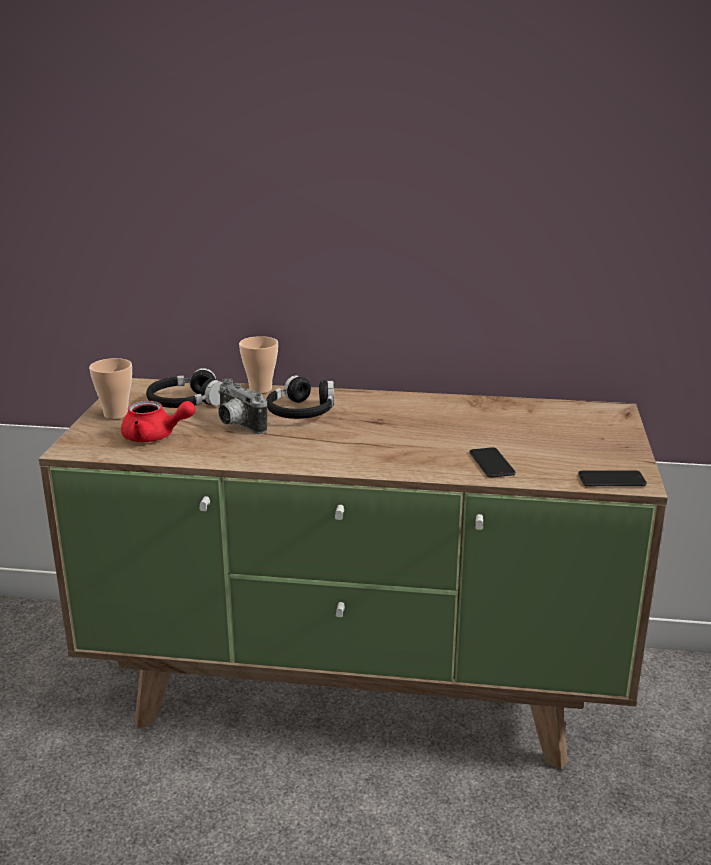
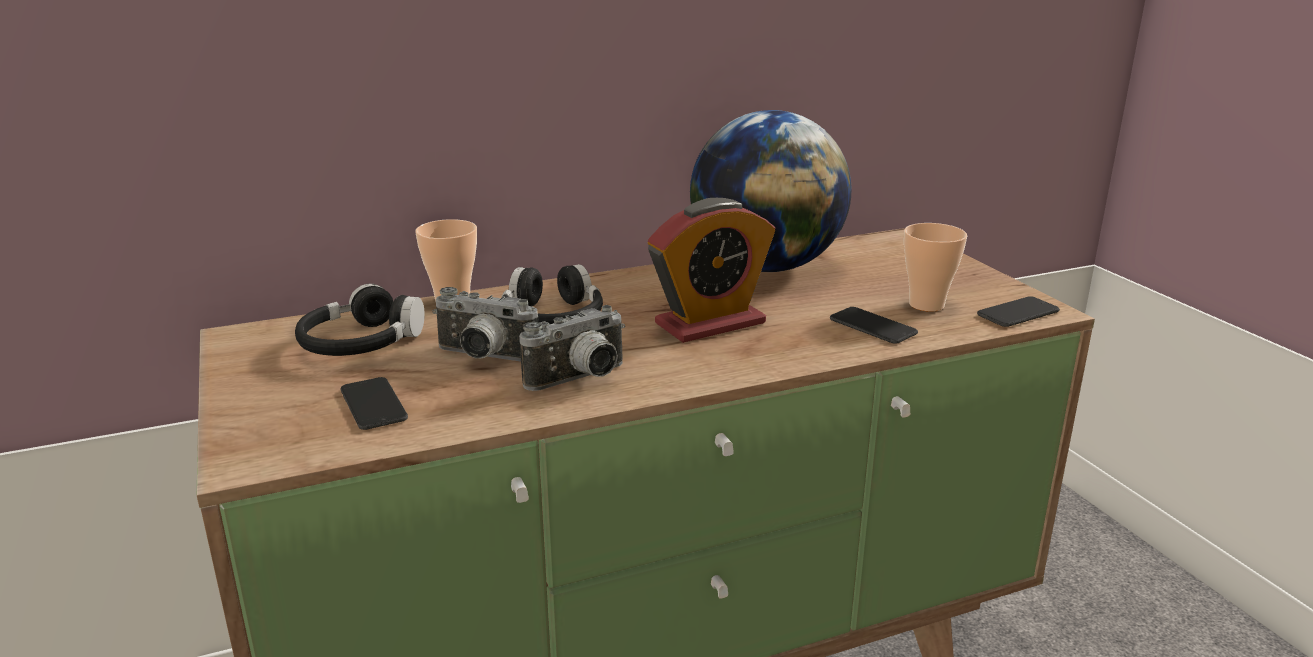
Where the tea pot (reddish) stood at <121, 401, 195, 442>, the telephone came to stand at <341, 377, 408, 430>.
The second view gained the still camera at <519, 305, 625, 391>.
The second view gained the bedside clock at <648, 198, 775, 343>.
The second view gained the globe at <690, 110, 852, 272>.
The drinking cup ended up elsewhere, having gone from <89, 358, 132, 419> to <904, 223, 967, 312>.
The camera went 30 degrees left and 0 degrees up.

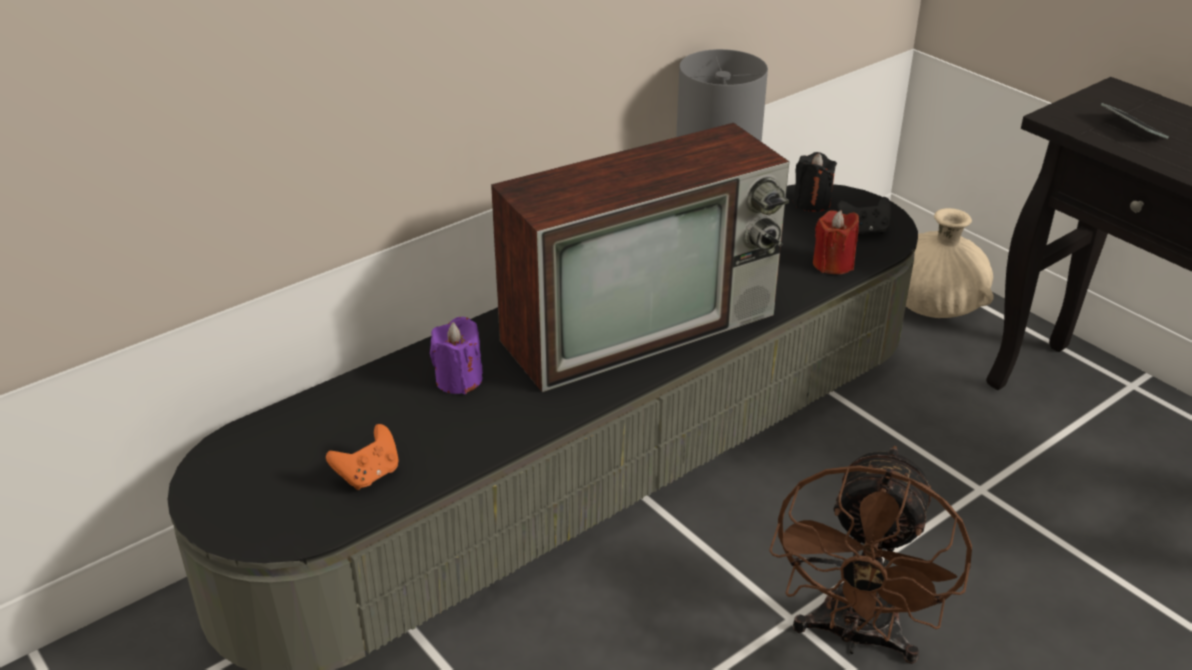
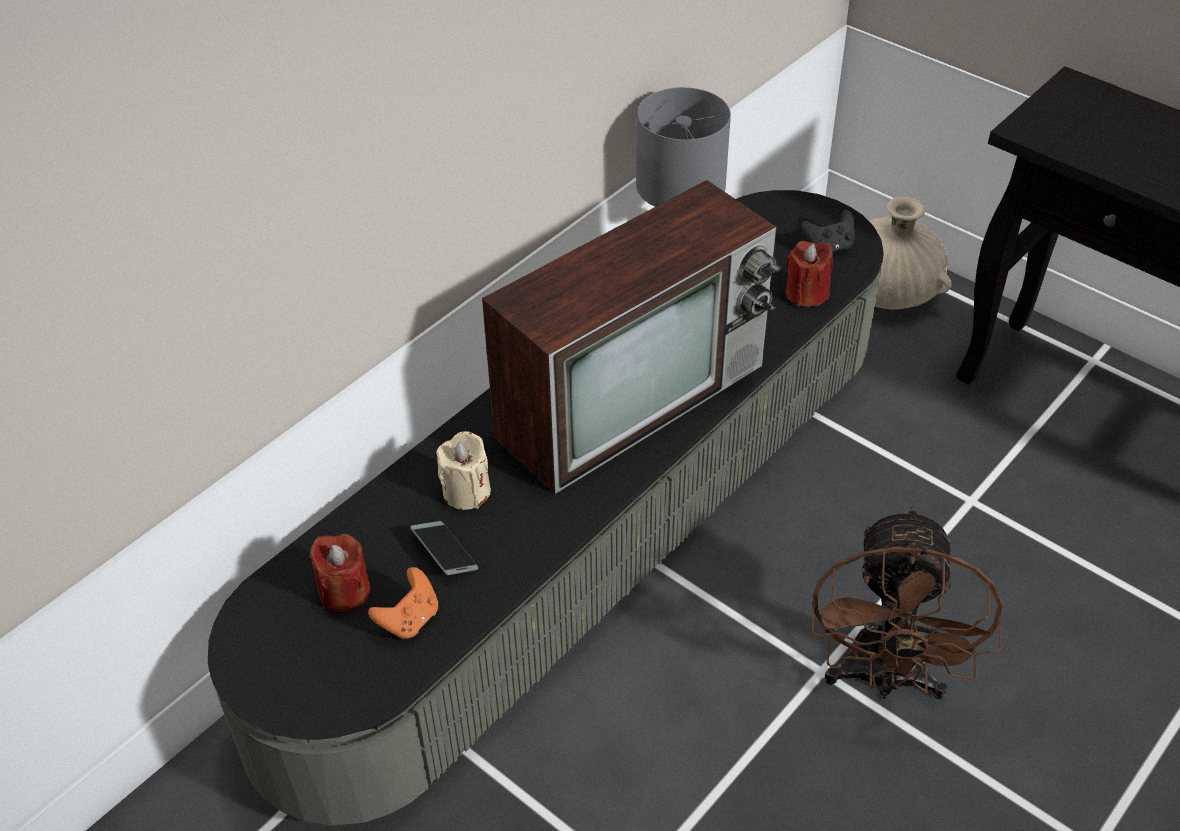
The second view gained the wax light (reddish) at <309, 534, 371, 612>.
The telephone ended up elsewhere, having gone from <1101, 103, 1169, 139> to <410, 521, 478, 575>.
What was the wax light (purple) at <430, 317, 483, 394> turned into the wax light (beige) at <436, 431, 491, 510>.
The second view lost the wax light (black) at <793, 152, 837, 212>.
The camera went 10 degrees left and 10 degrees up.

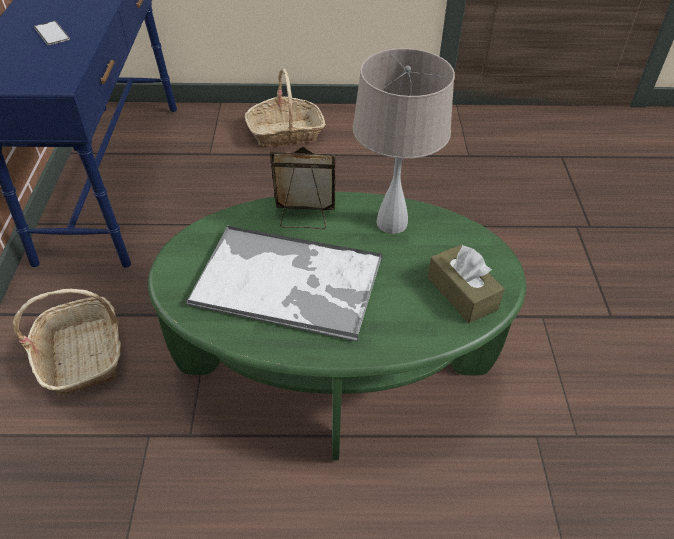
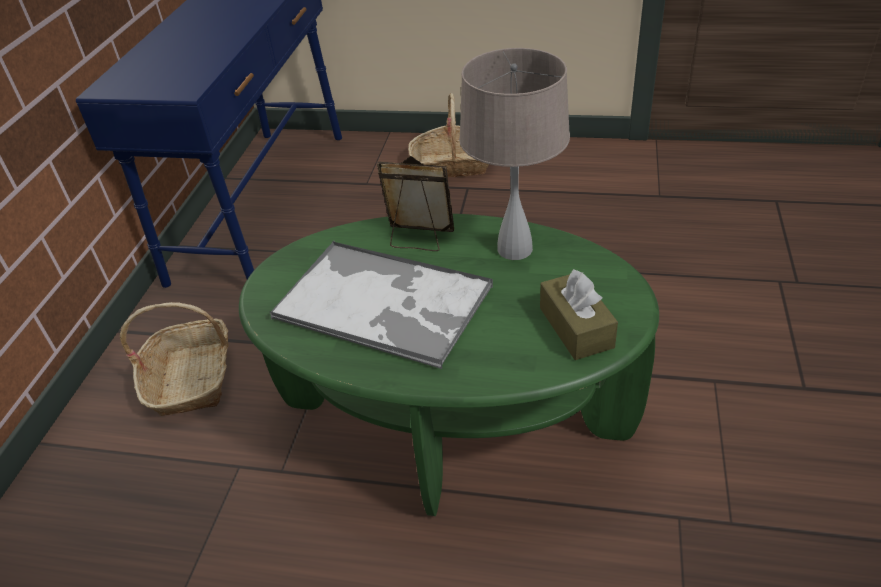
The second view lost the telephone at <34, 21, 70, 45>.
The camera went 15 degrees right and 5 degrees down.

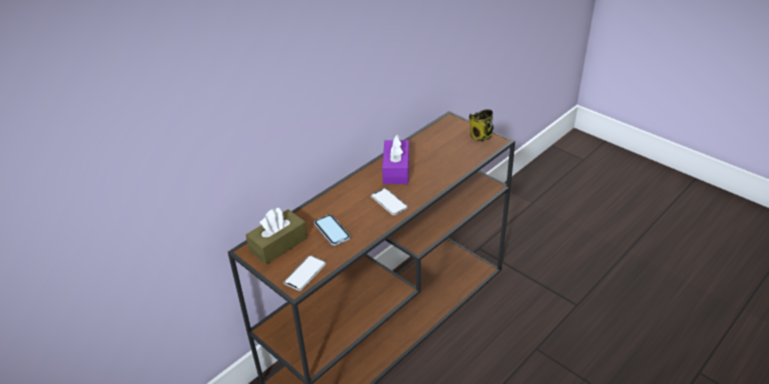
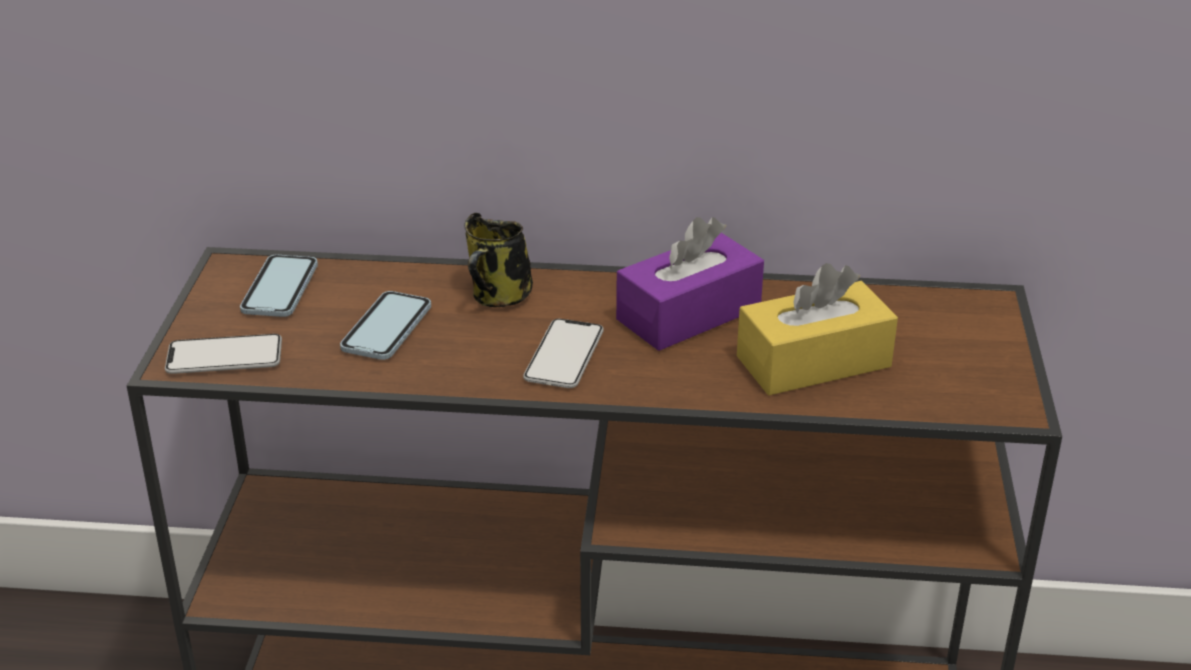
Where the tissue holder (brown) stood at <246, 208, 308, 265>, the telephone came to stand at <240, 255, 318, 317>.
The mug ended up elsewhere, having gone from <469, 109, 494, 141> to <464, 213, 533, 307>.
The second view gained the tissue holder (yellowish) at <737, 263, 898, 395>.
The camera went 50 degrees right and 5 degrees down.

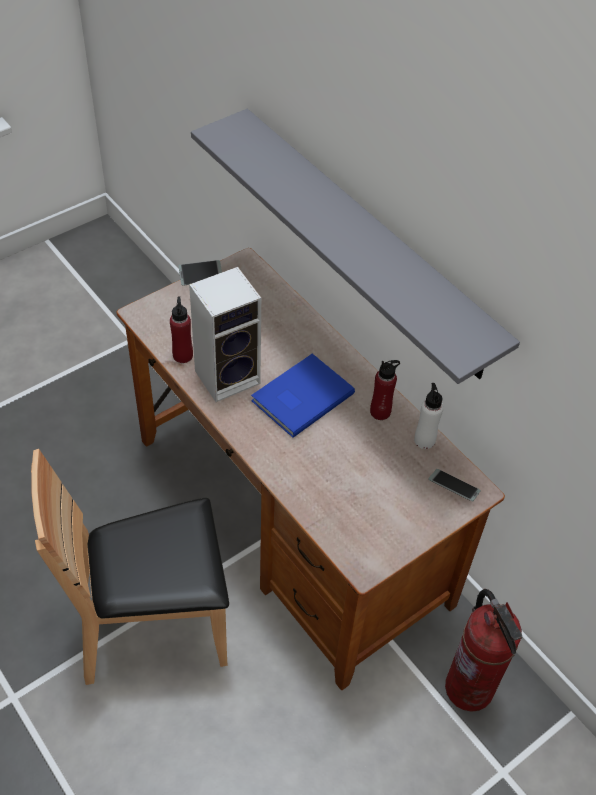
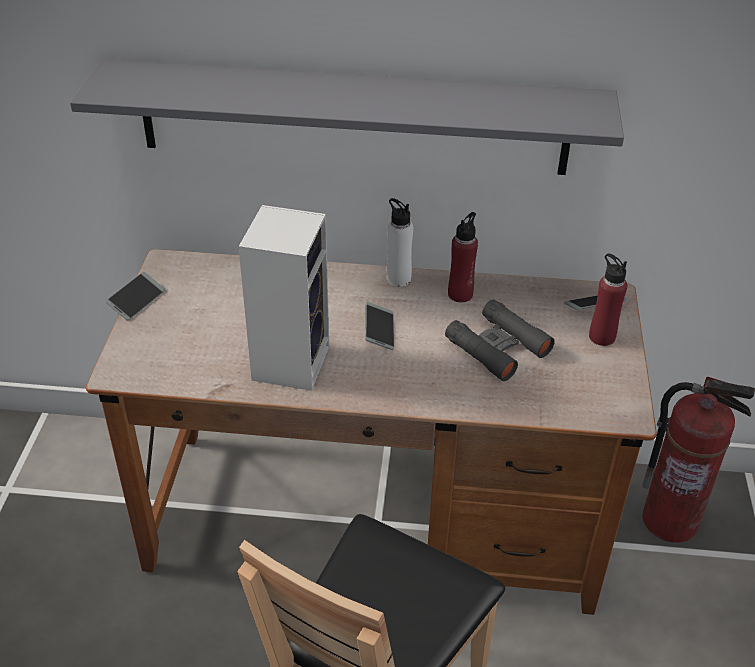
Where the volume (blue) stood at <251, 354, 355, 438>, the telephone came to stand at <365, 302, 394, 350>.
The drink bottle (whitish) ended up elsewhere, having gone from <414, 383, 444, 449> to <386, 198, 413, 287>.
The second view gained the pair of binoculars (black) at <445, 300, 555, 381>.
The drink bottle (reddish) ended up elsewhere, having gone from <170, 297, 193, 363> to <589, 253, 627, 346>.
The camera went 45 degrees left and 10 degrees down.

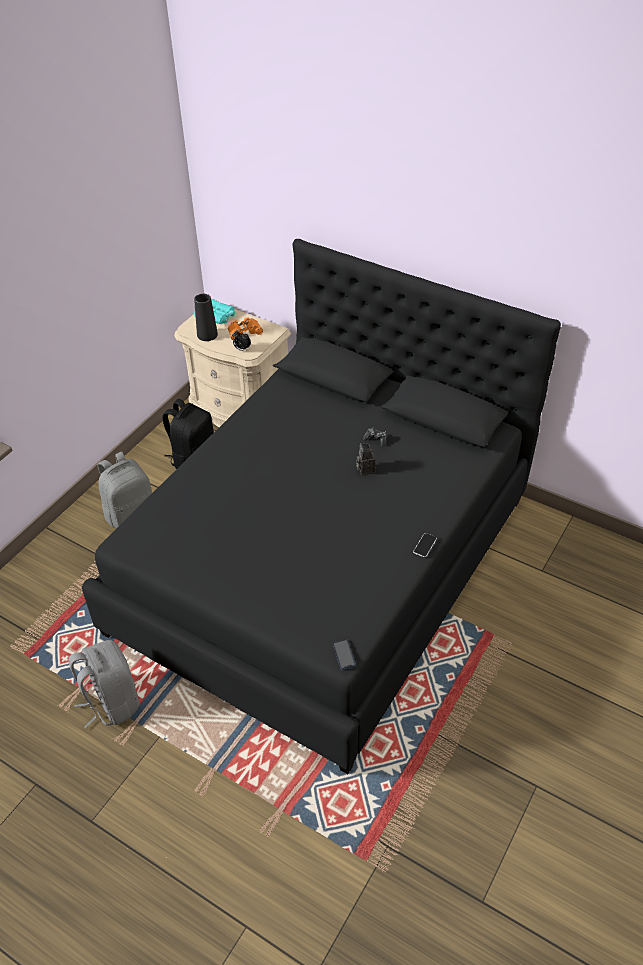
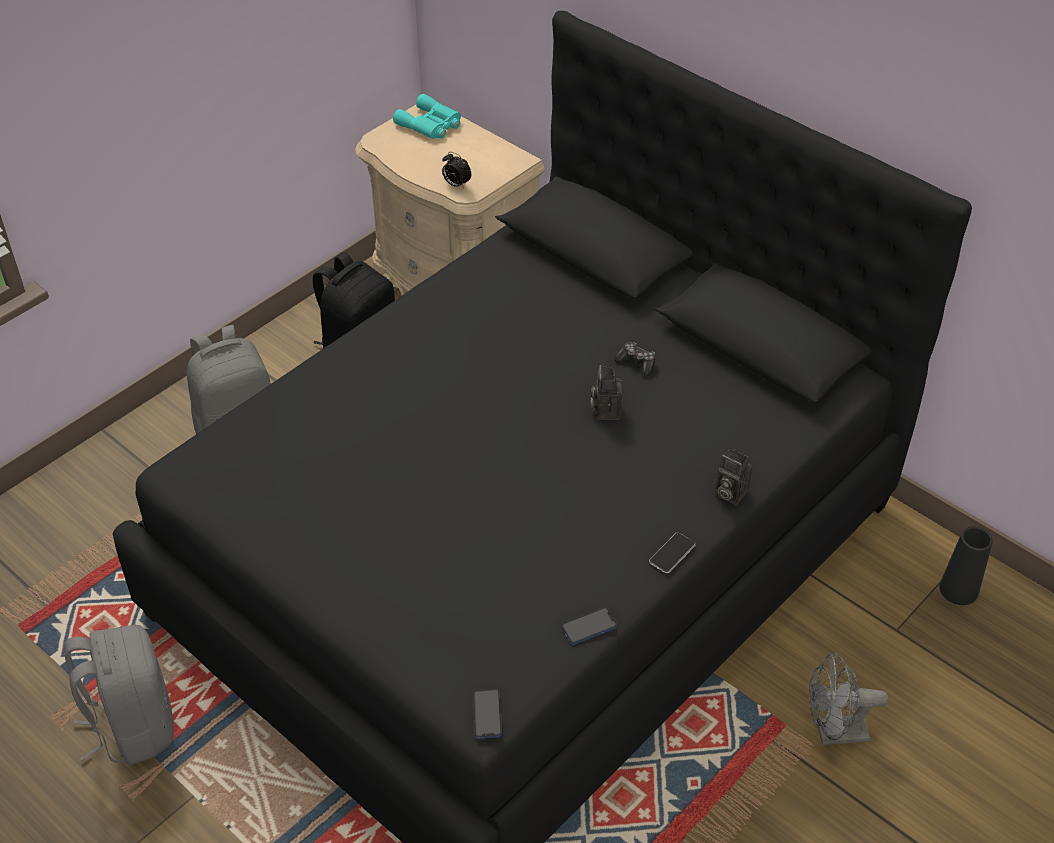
The second view gained the telephone at <561, 607, 617, 645>.
The second view gained the still camera at <715, 448, 752, 505>.
The second view gained the cooling fan (grey) at <809, 653, 888, 745>.
The vase (black) ended up elsewhere, having gone from <194, 294, 218, 341> to <939, 527, 993, 605>.
The second view lost the pair of binoculars (orange) at <228, 317, 263, 340>.
The camera went 10 degrees right and 0 degrees up.

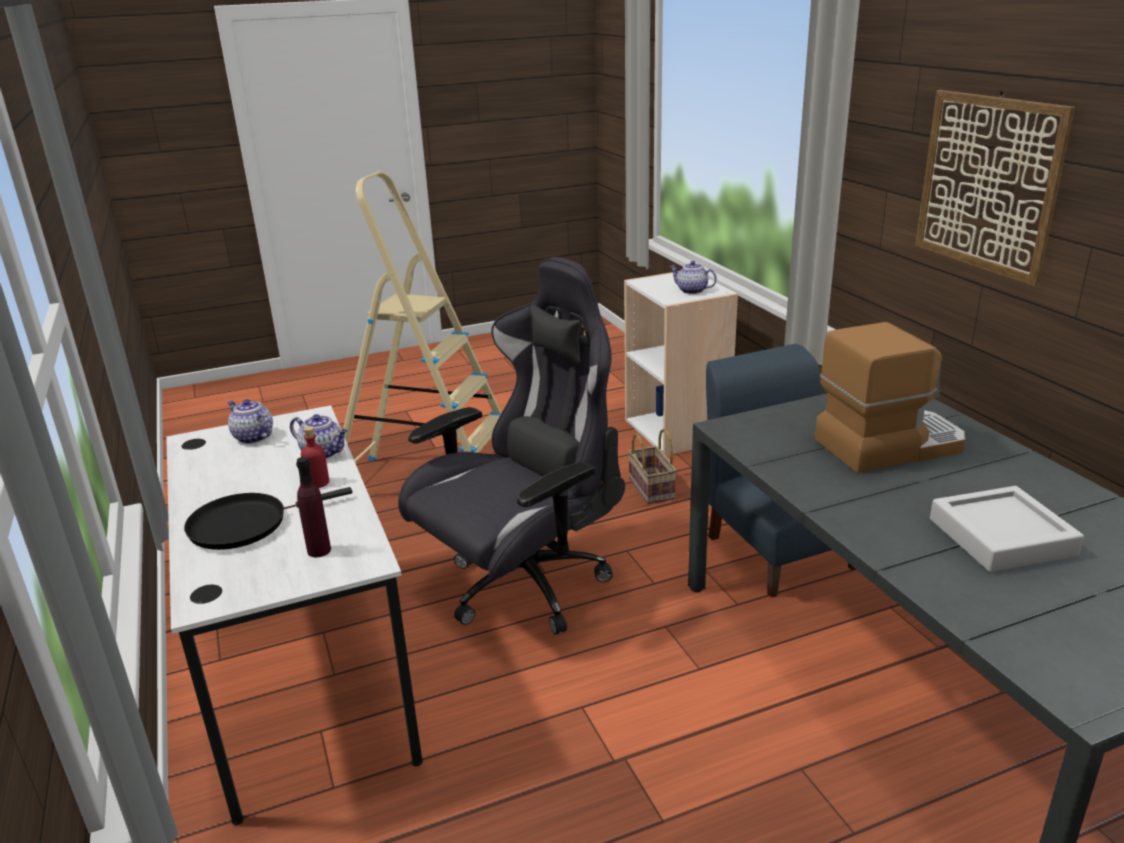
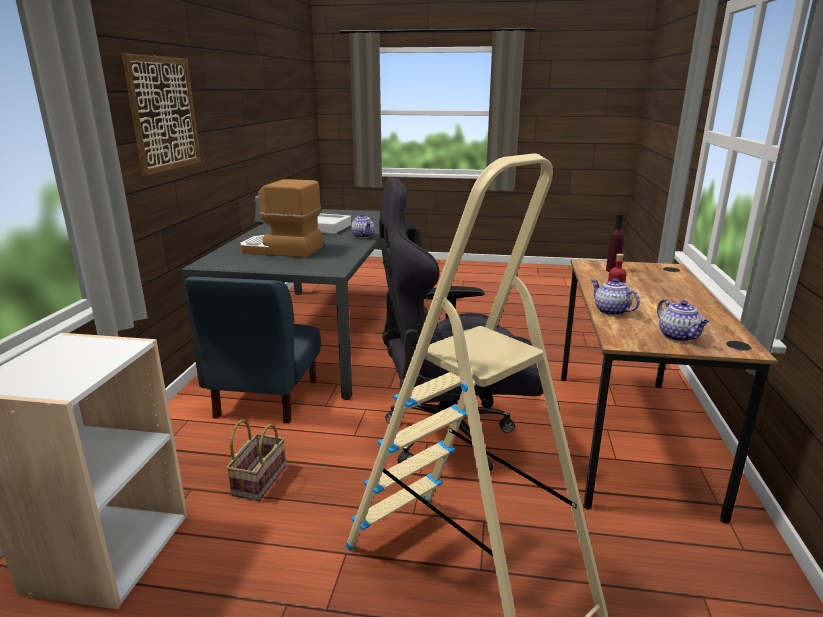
The tea pot ended up elsewhere, having gone from <669, 261, 717, 294> to <351, 214, 374, 238>.
What was the desk table (whitish) at <166, 405, 423, 825> turned into the desk table (brown) at <561, 259, 778, 524>.
The second view lost the skillet (black) at <184, 487, 353, 550>.
The camera went 150 degrees left and 5 degrees down.

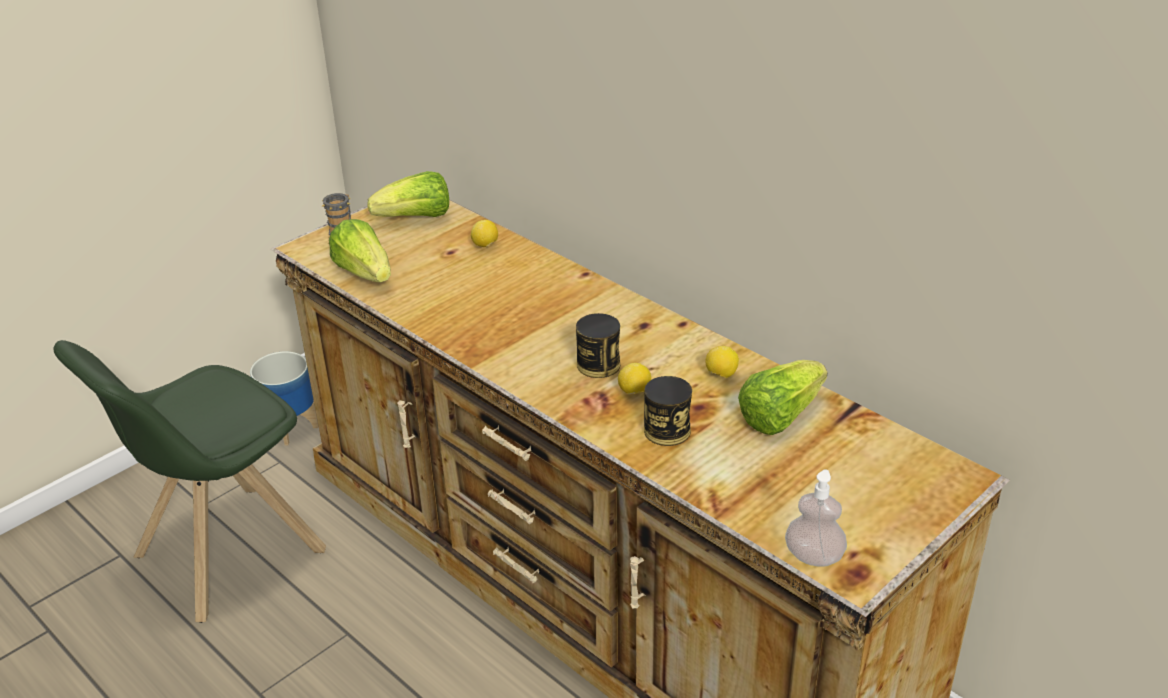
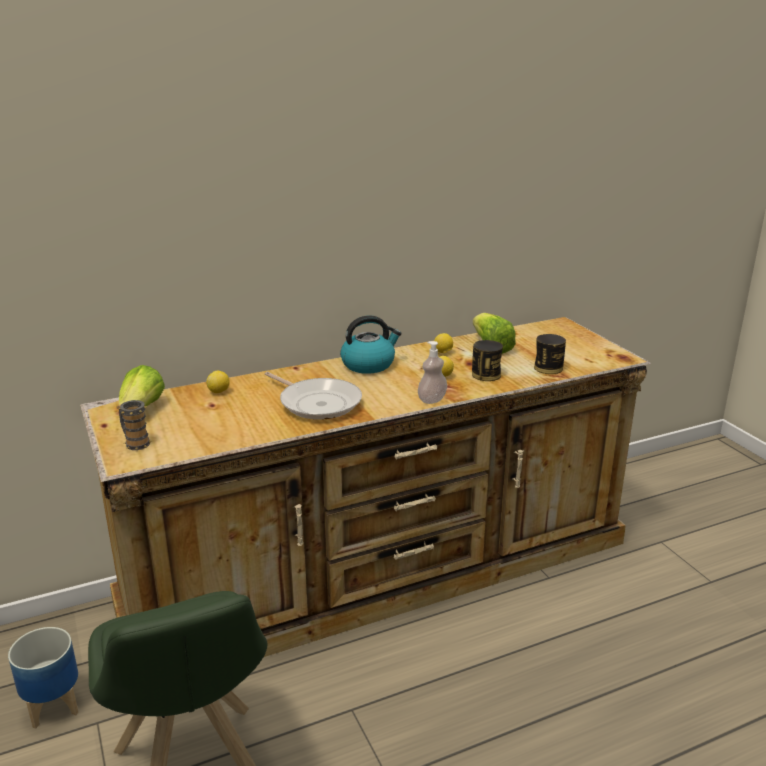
The second view gained the skillet at <265, 372, 362, 420>.
The second view gained the water kettle at <340, 315, 402, 374>.
The liquid soap bottle ended up elsewhere, having gone from <785, 469, 847, 567> to <418, 341, 447, 404>.
The metal can ended up elsewhere, having gone from <576, 313, 620, 378> to <534, 334, 566, 374>.
The second view lost the lettuce head at <329, 219, 391, 283>.
The camera went 70 degrees left and 10 degrees down.

